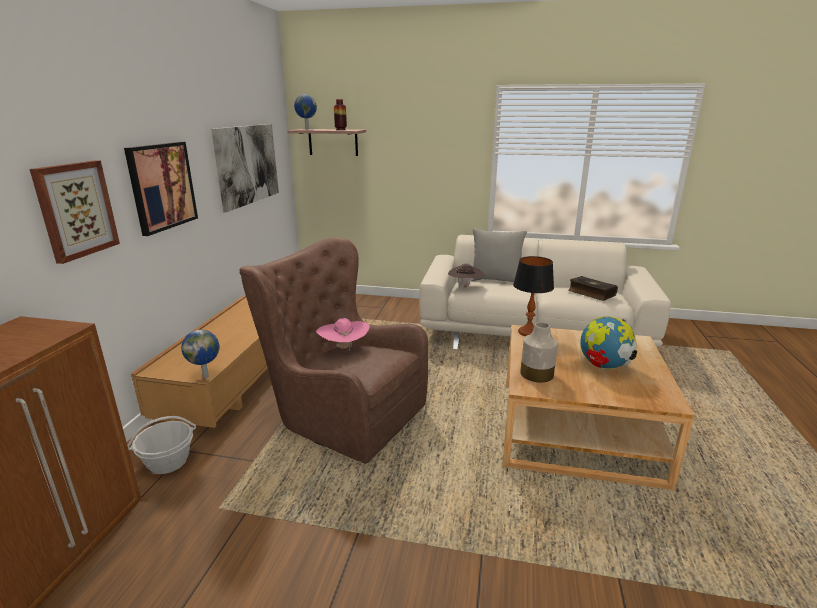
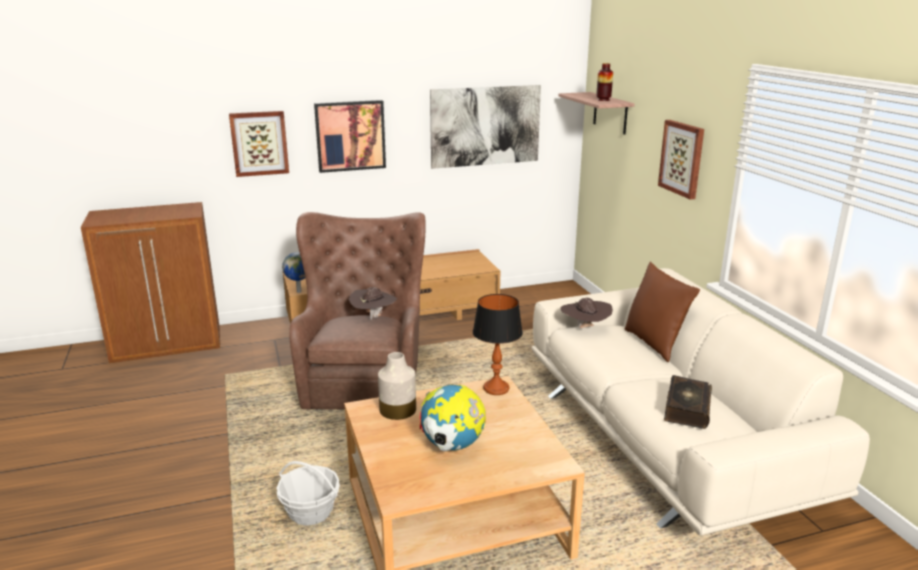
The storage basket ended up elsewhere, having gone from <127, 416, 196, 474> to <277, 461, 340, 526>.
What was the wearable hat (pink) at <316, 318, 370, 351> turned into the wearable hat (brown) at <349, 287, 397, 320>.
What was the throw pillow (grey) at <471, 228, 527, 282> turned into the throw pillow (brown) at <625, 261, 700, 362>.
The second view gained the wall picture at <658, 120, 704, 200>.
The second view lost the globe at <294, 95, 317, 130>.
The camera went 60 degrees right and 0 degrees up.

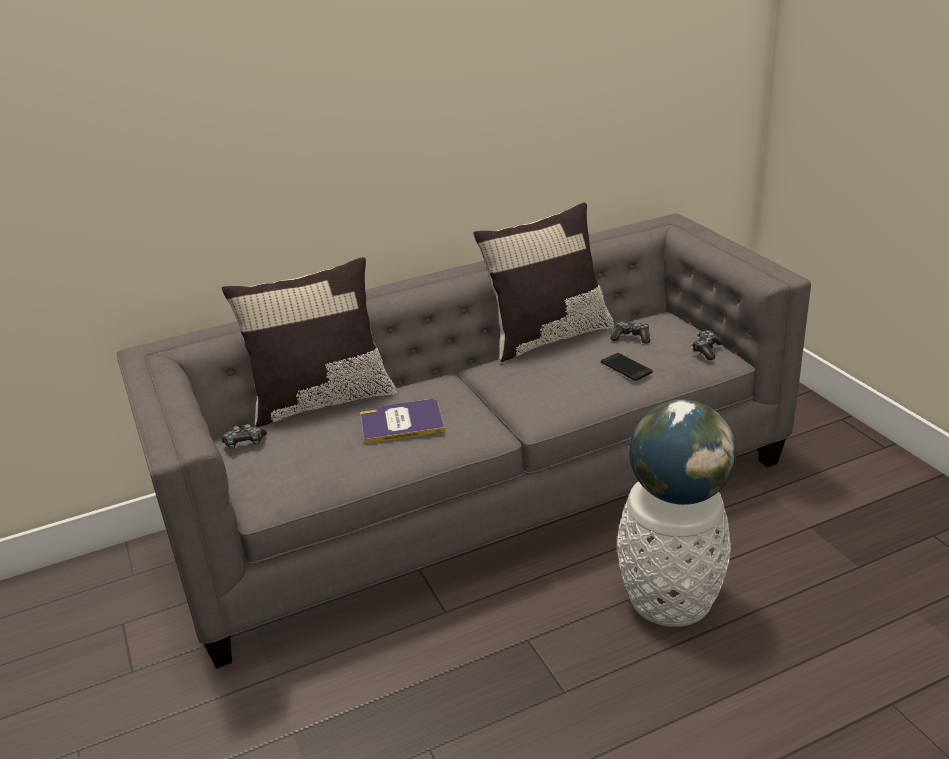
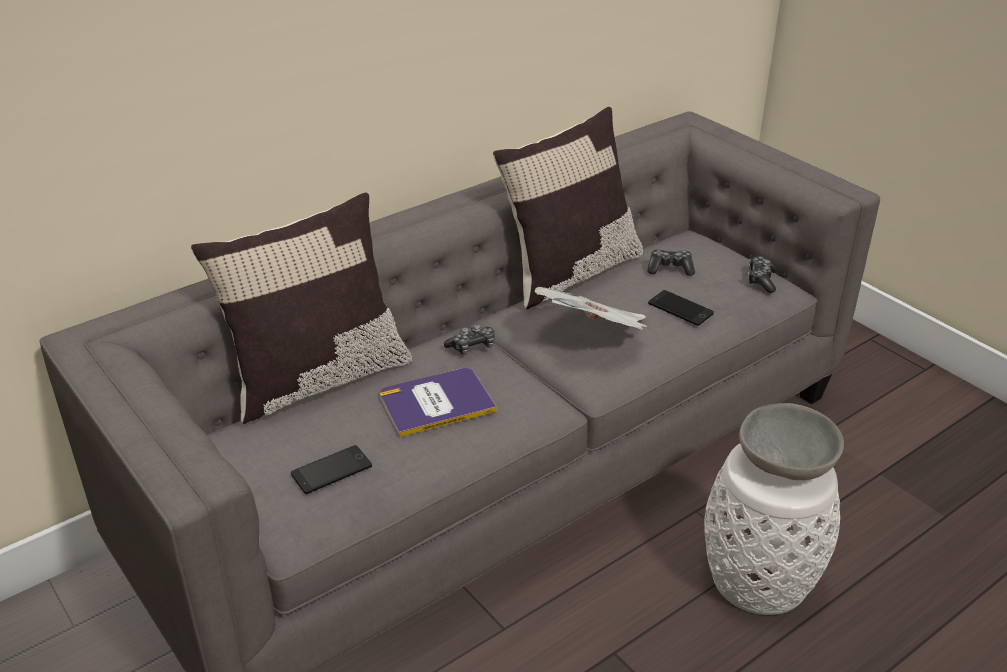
The second view gained the telephone at <291, 445, 372, 494>.
The joypad ended up elsewhere, having gone from <222, 424, 267, 449> to <444, 324, 495, 355>.
The second view gained the daily paper at <535, 287, 647, 330>.
Where the globe stood at <629, 399, 736, 505>, the deep dish (grey) came to stand at <739, 403, 844, 480>.
The camera went 15 degrees left and 5 degrees up.

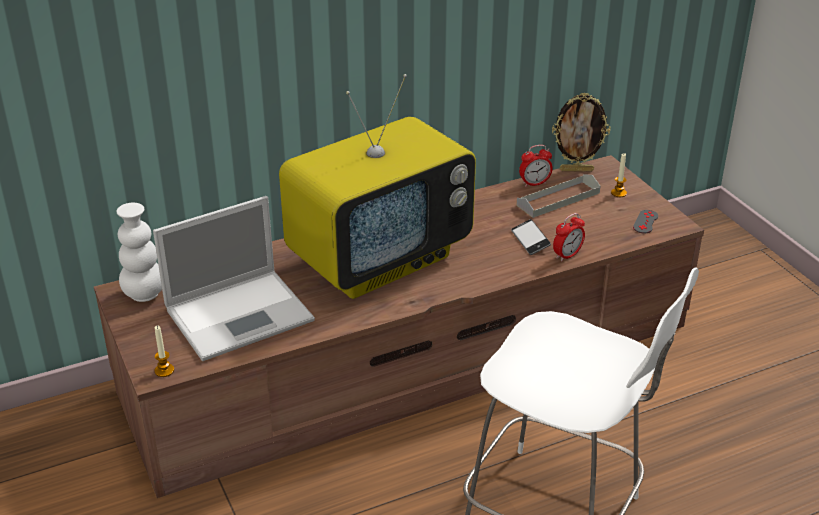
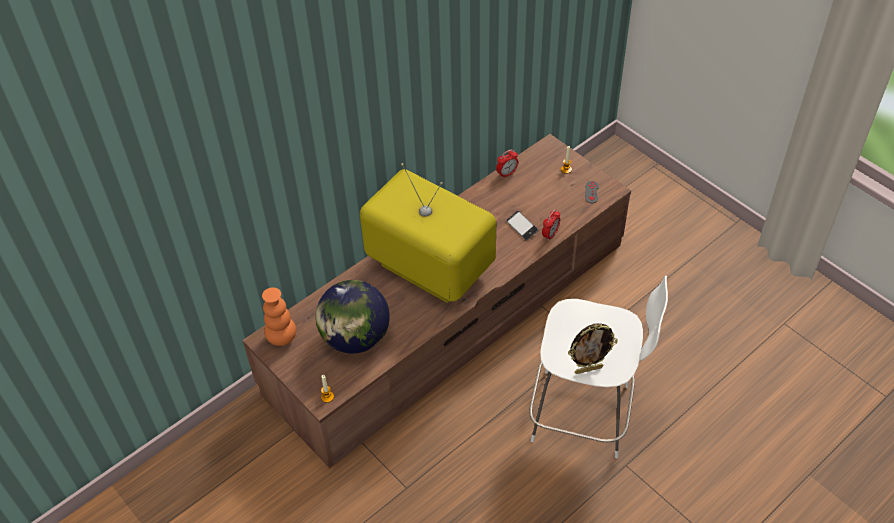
What was the vase (whitish) at <116, 203, 162, 302> turned into the vase (orange) at <262, 287, 296, 346>.
Where the laptop stood at <153, 196, 315, 361>, the globe came to stand at <316, 280, 390, 354>.
The TV at <279, 74, 476, 299> ended up facing another way, 90 degrees counterclockwise from before.
The photo frame ended up elsewhere, having gone from <552, 93, 610, 172> to <568, 323, 618, 374>.
The second view lost the serving tray (grey) at <516, 174, 600, 218>.
The camera went 15 degrees left and 15 degrees up.

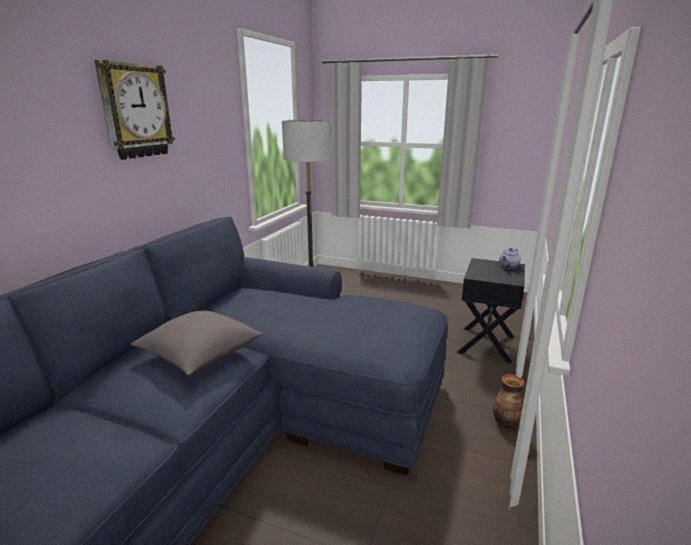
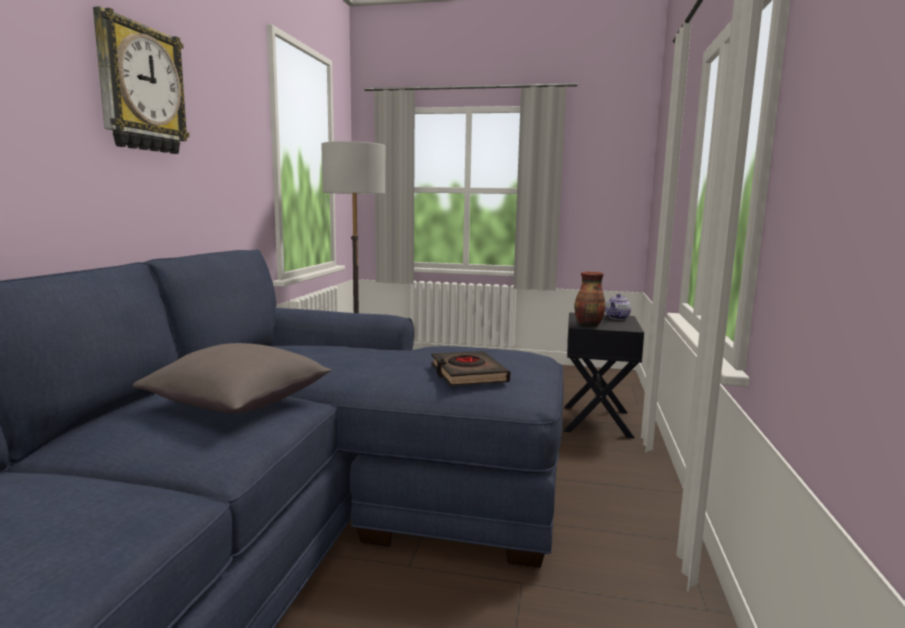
The second view gained the volume (black) at <431, 351, 510, 386>.
The vase ended up elsewhere, having gone from <493, 374, 524, 429> to <574, 272, 605, 327>.
The camera went 10 degrees left and 10 degrees down.

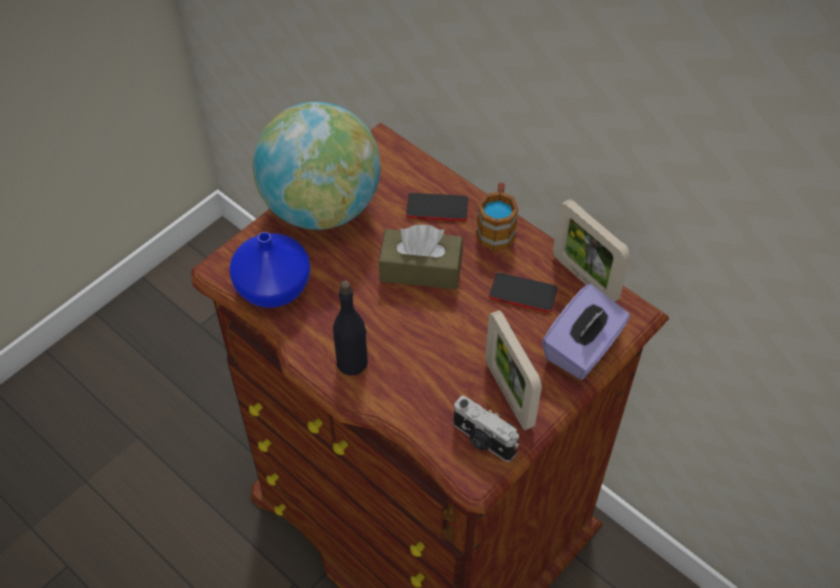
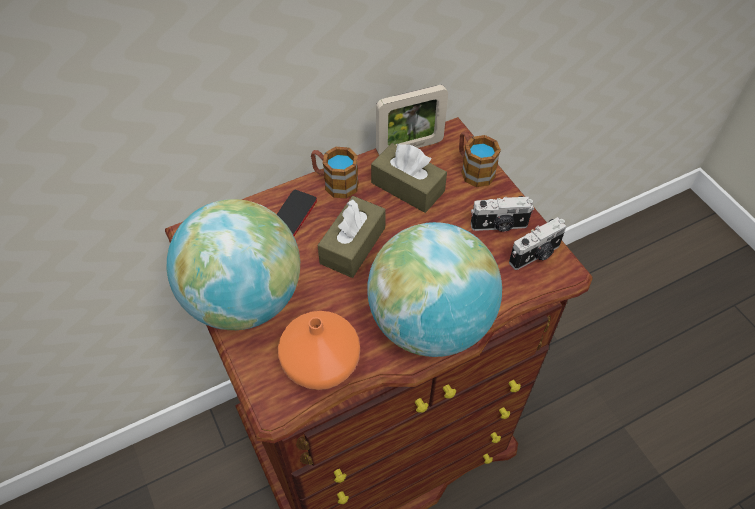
What was the vase (blue) at <229, 232, 311, 308> turned into the vase (orange) at <278, 311, 360, 390>.
Where the drink bottle (black) stood at <333, 280, 368, 376>, the globe came to stand at <367, 222, 502, 357>.
Where the telephone stood at <489, 273, 558, 313>, the tissue holder (brown) came to stand at <371, 143, 447, 213>.
Where the tissue holder (purple) stood at <542, 284, 630, 380>, the mug came to stand at <459, 131, 501, 187>.
Where the photo frame stood at <485, 310, 542, 430>, the still camera came to stand at <471, 196, 534, 232>.
The camera went 70 degrees left and 0 degrees up.

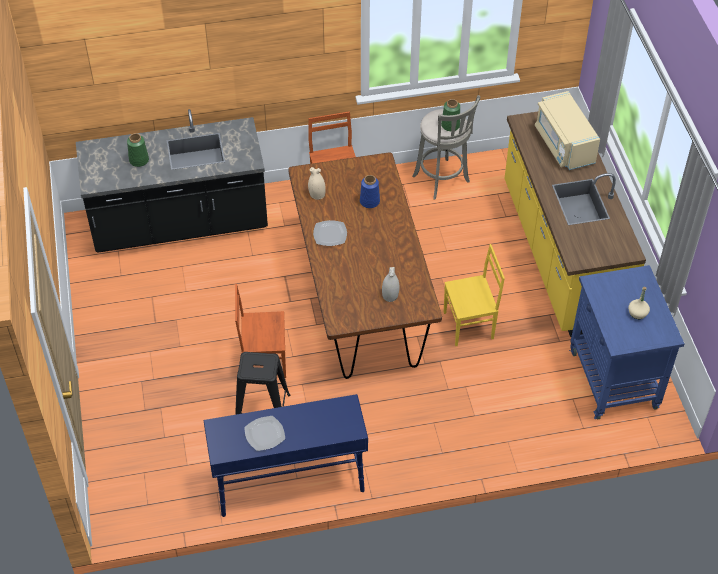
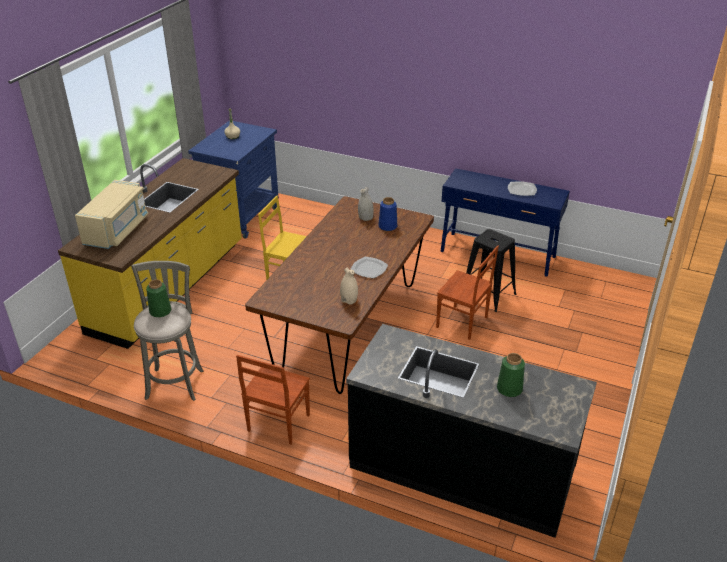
The vase (blue) ended up elsewhere, having gone from <360, 175, 380, 208> to <379, 197, 397, 231>.
The camera went 145 degrees left and 15 degrees down.

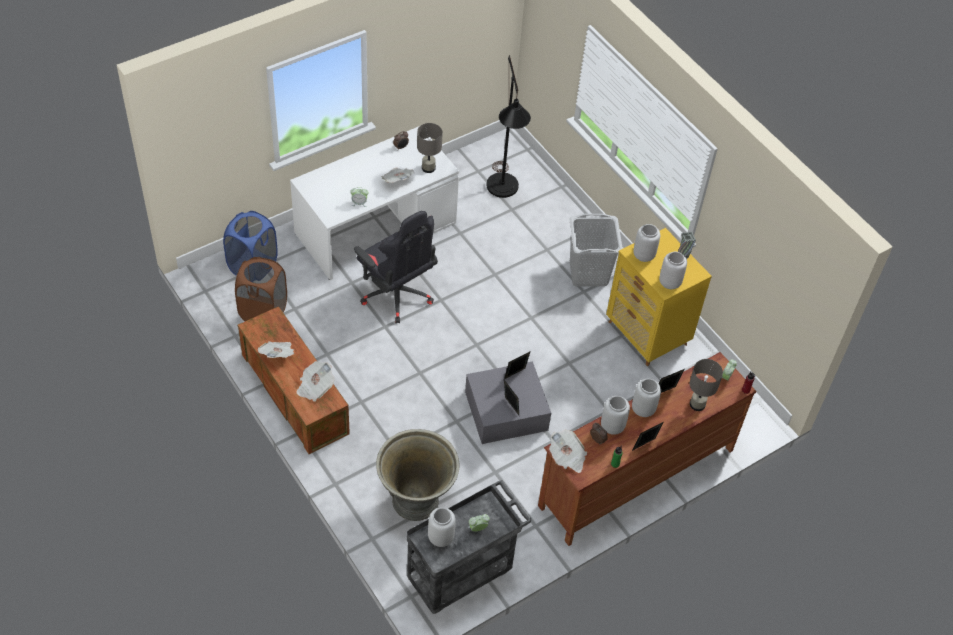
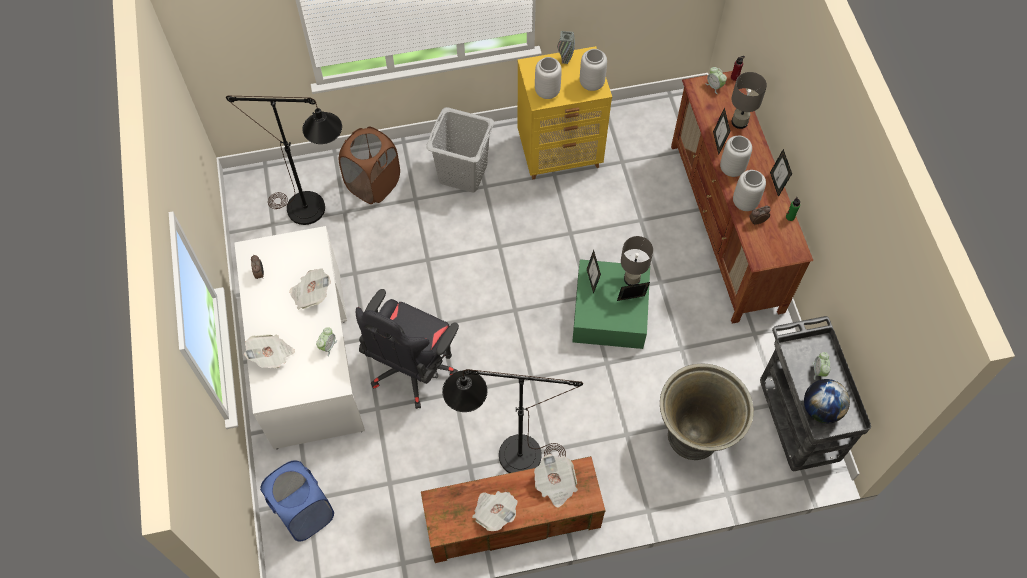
The daily paper ended up elsewhere, having gone from <549, 430, 587, 473> to <244, 334, 295, 368>.
The laundry basket (brown) ended up elsewhere, having gone from <235, 257, 287, 321> to <339, 127, 400, 204>.
The office chair (black) at <354, 211, 438, 323> ended up facing another way, 135 degrees clockwise from before.
The second view gained the floor lamp (black) at <442, 369, 583, 473>.
What was the storage bin (grey) at <465, 361, 551, 444> turned into the storage bin (greenish) at <572, 259, 650, 349>.
The table lamp (grey) ended up elsewhere, having gone from <417, 123, 442, 173> to <621, 236, 653, 286>.
Where the vase (grey) stood at <428, 507, 456, 547>, the globe came to stand at <804, 379, 850, 423>.
The camera went 65 degrees left and 10 degrees up.

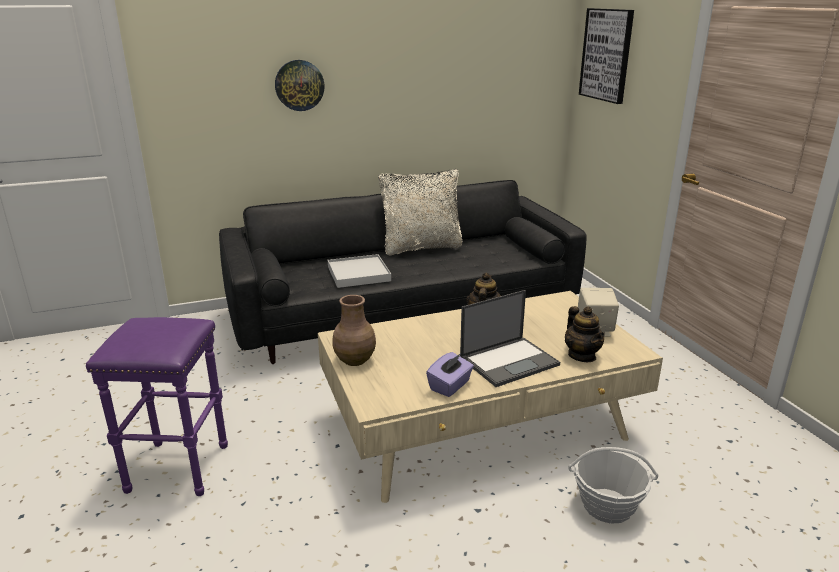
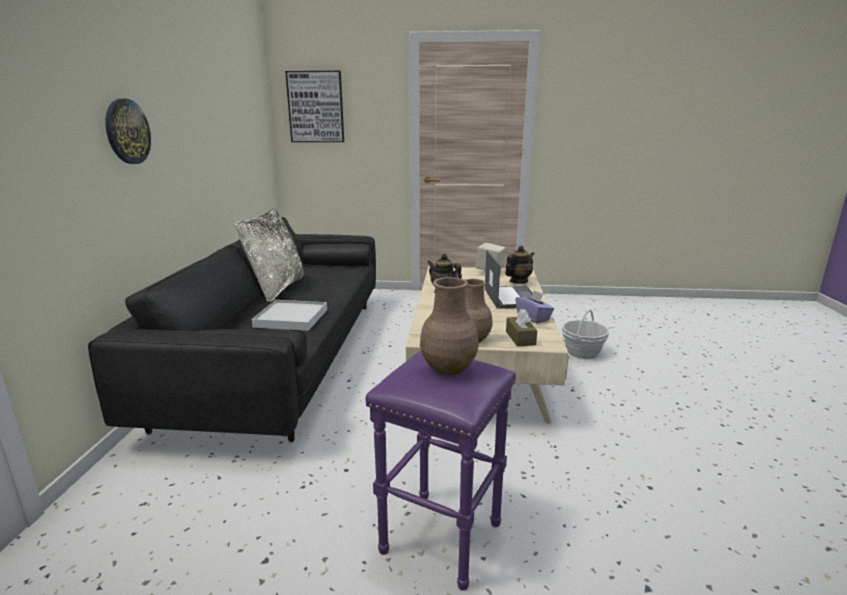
The second view gained the vase (brown) at <420, 277, 479, 375>.
The tea pot at <565, 306, 605, 362> ended up facing another way, 45 degrees counterclockwise from before.
The second view gained the tissue holder (brown) at <506, 309, 537, 347>.
The camera went 65 degrees left and 5 degrees down.

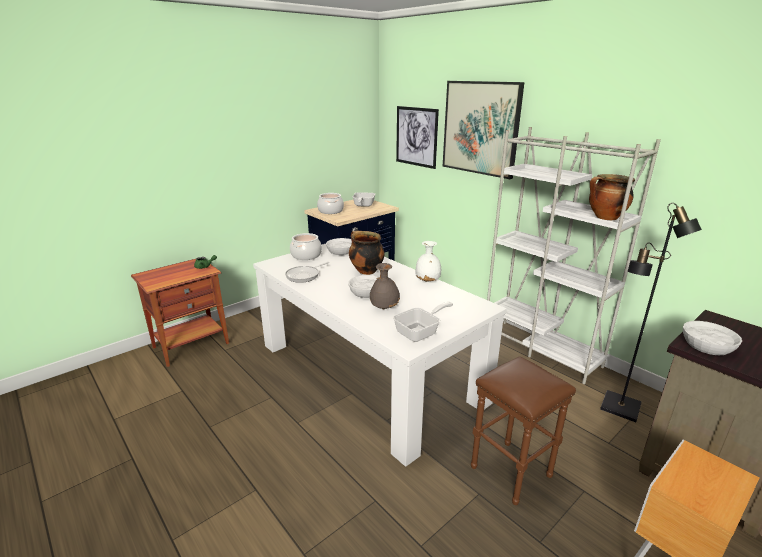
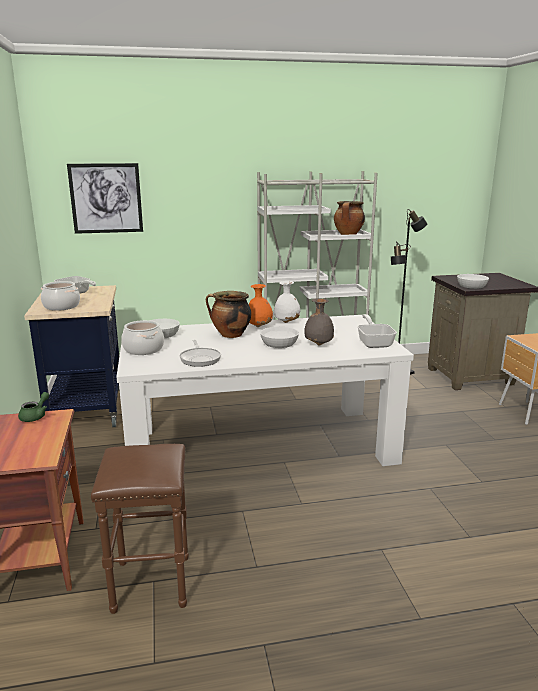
The stool seat (brown) ended up elsewhere, having gone from <471, 357, 576, 505> to <91, 444, 189, 614>.
The second view gained the vase (orange) at <249, 284, 273, 327>.
The second view lost the wall picture at <443, 81, 525, 179>.
The camera went 60 degrees left and 5 degrees down.

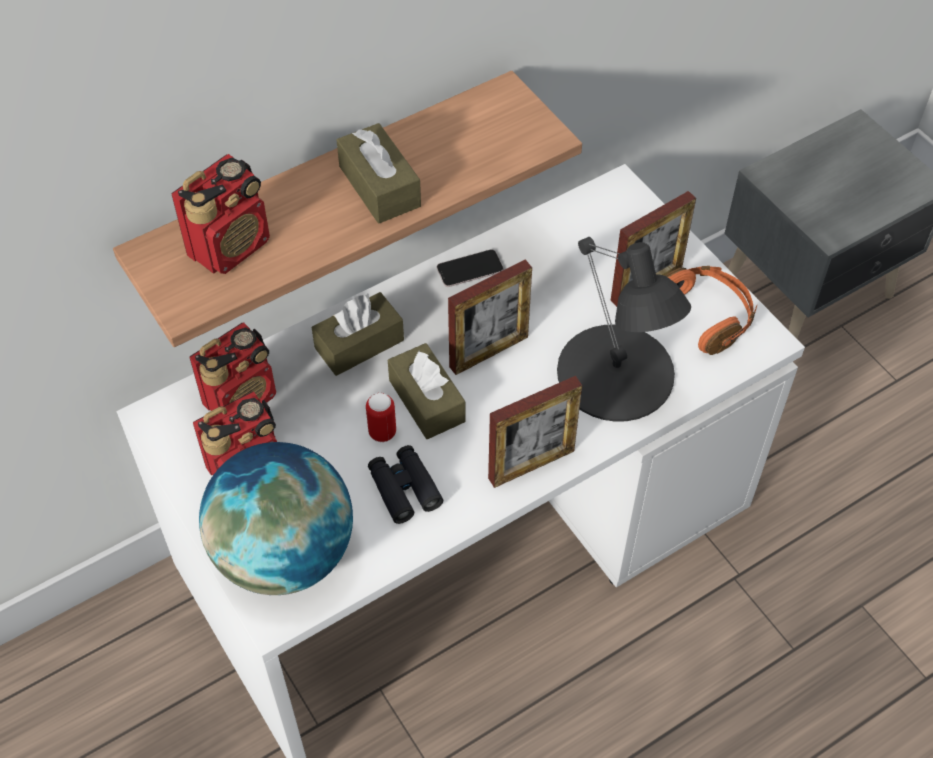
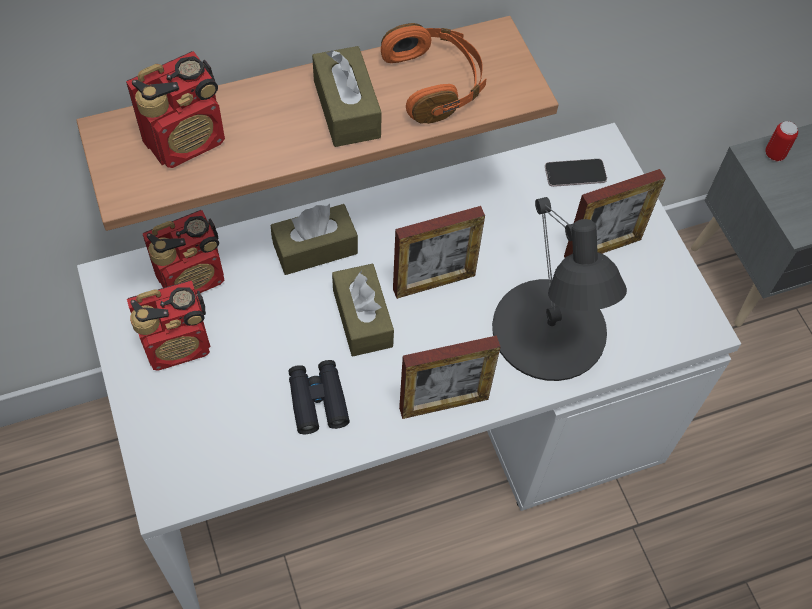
The pair of headphones (orange) ended up elsewhere, having gone from <666, 266, 757, 355> to <381, 23, 486, 124>.
The telephone ended up elsewhere, having gone from <437, 249, 503, 287> to <545, 159, 607, 187>.
The metal can ended up elsewhere, having gone from <366, 393, 396, 442> to <765, 121, 798, 161>.
The second view lost the globe at <199, 442, 353, 595>.
The camera went 10 degrees right and 5 degrees up.

